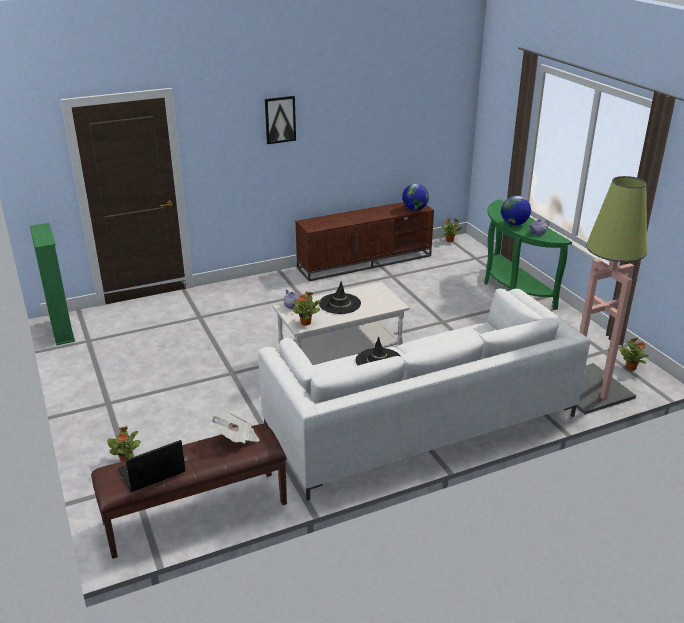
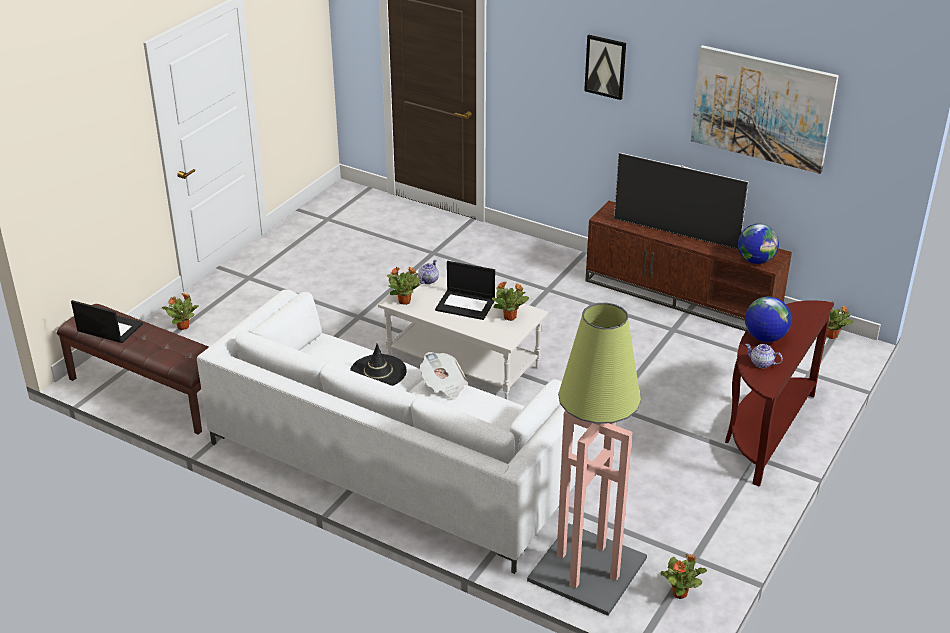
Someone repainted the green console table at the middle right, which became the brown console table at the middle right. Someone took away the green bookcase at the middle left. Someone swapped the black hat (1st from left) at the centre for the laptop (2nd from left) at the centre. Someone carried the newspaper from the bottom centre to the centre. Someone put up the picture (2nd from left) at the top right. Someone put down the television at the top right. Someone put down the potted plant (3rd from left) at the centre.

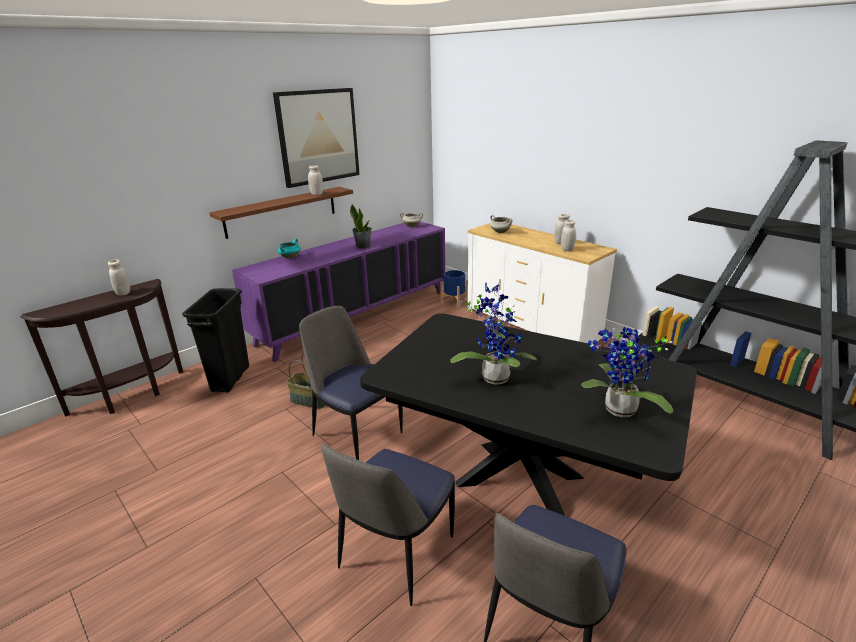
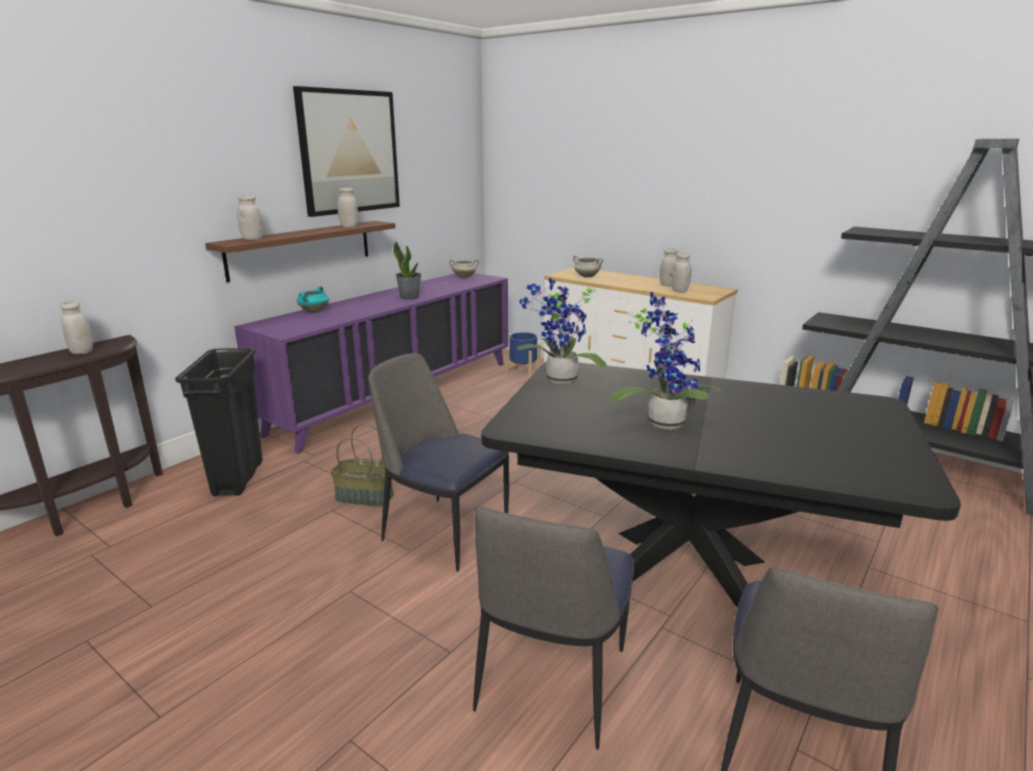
Someone carried the potted plant (3rd from left in the first image) from the middle right to the centre. Someone put down the white jar (2nd from left) at the top left.

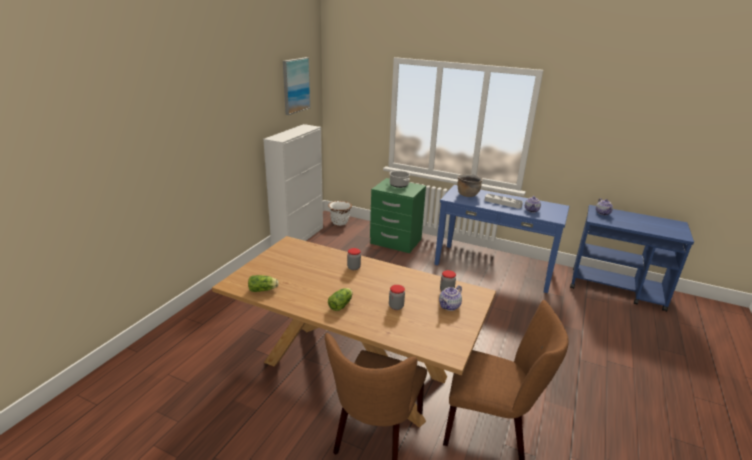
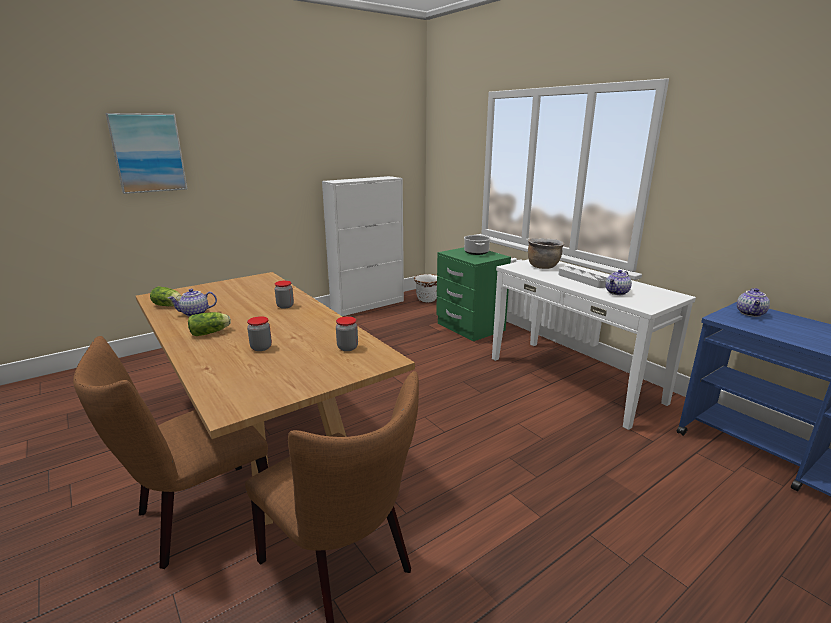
Someone carried the picture from the top centre to the top left. Someone repainted the blue console table at the centre, which became the white console table at the middle right. Someone carried the teapot (1st from left) from the centre to the middle left.

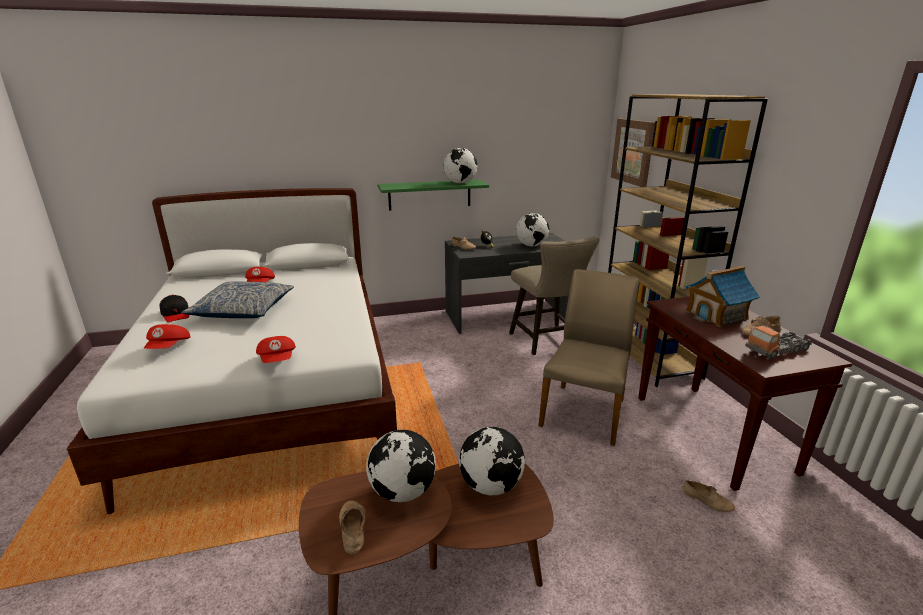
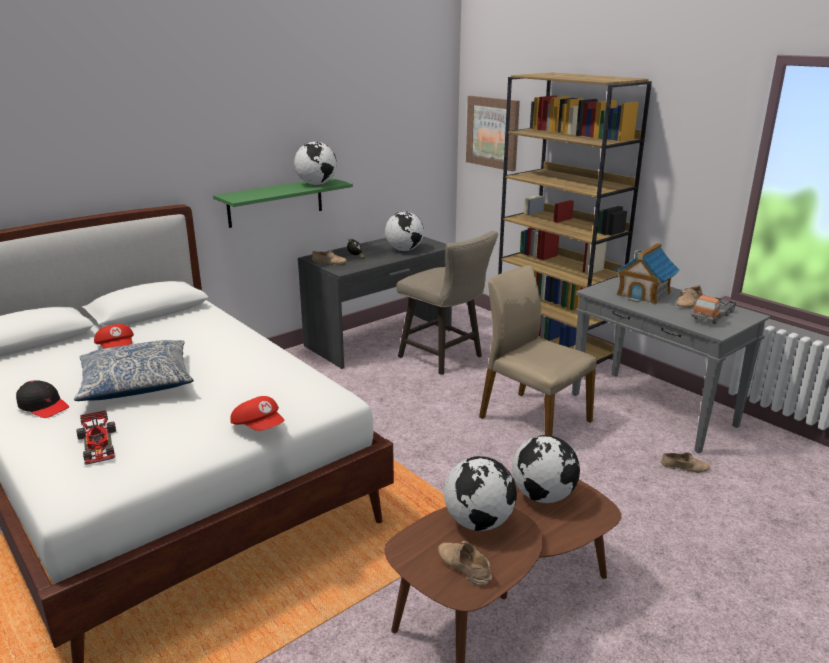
Someone rotated the beige chair at the centre by 45 degrees counterclockwise. Someone repainted the brown console table at the middle right, which became the grey console table at the middle right. Someone swapped the red cap (1st from left) at the middle left for the toy car at the middle left.

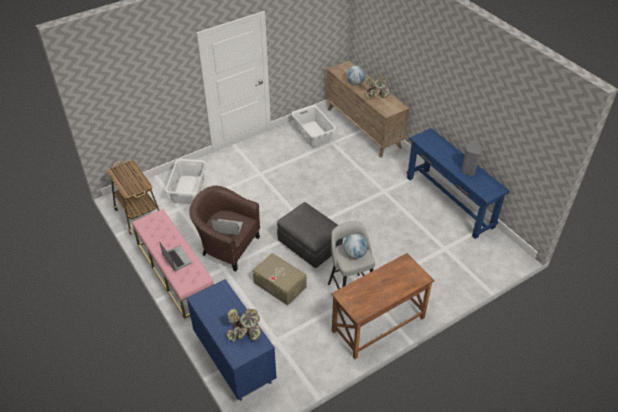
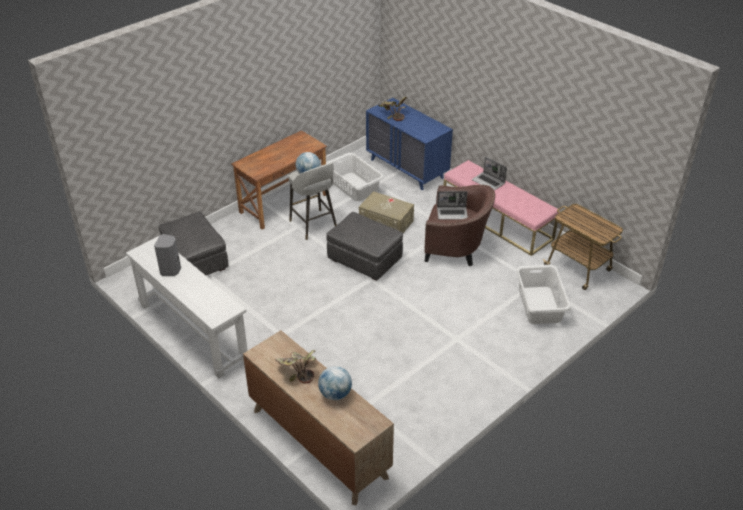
Someone carried the white laundry basket (2nd from left in the first image) from the top centre to the centre. Someone repainted the blue console table at the middle right, which became the white console table at the middle left. Someone put down the grey ottoman (1st from left) at the middle left.

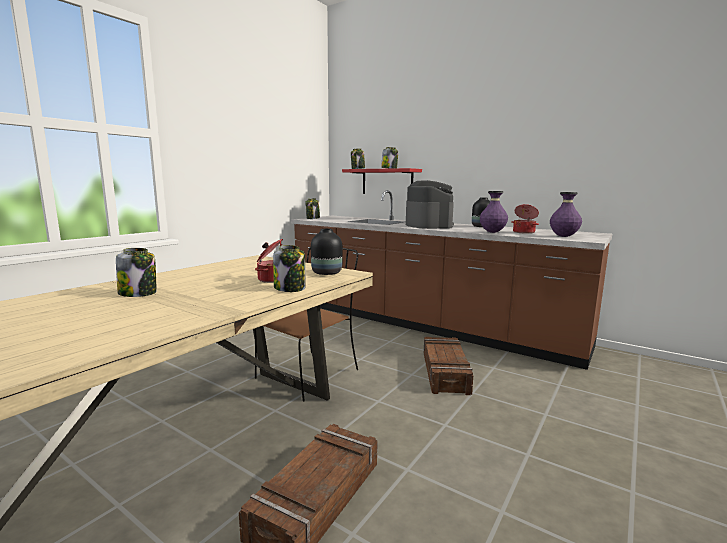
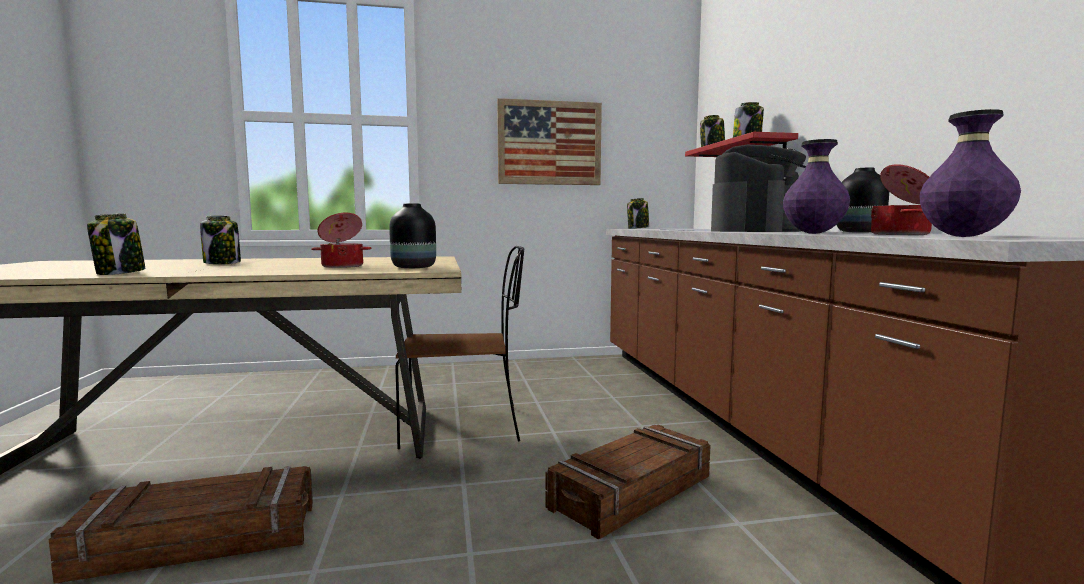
Someone carried the jar (2nd from left in the first image) from the centre to the middle left. Someone put up the picture at the top centre.

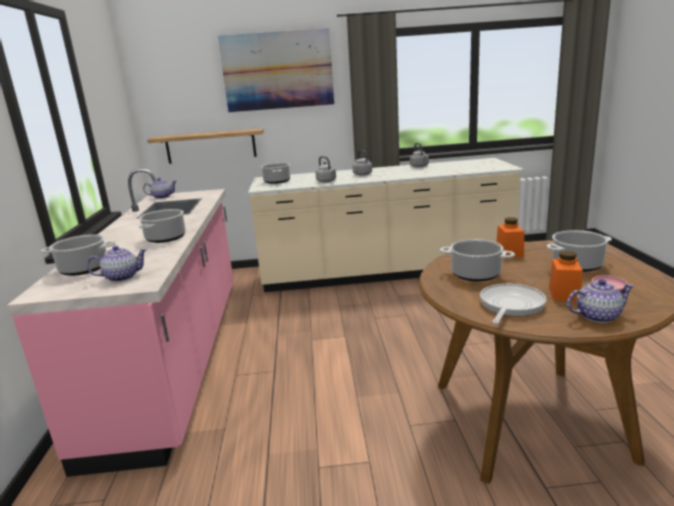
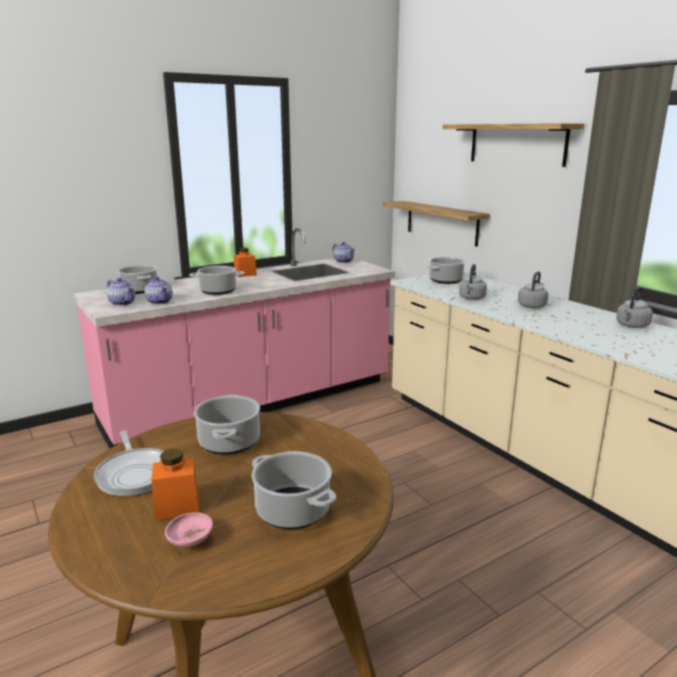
Someone swapped the picture at the top centre for the shelf (2nd from left) at the top right. Someone carried the orange jar (1st from left in the first image) from the middle right to the centre. Someone carried the teapot (3rd from left in the first image) from the middle right to the middle left. Someone rotated the frying pan at the middle right by 60 degrees clockwise.

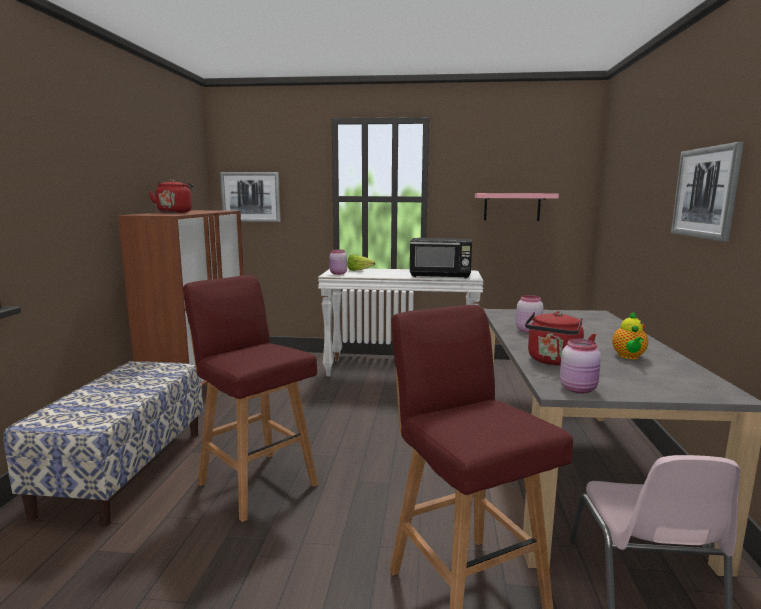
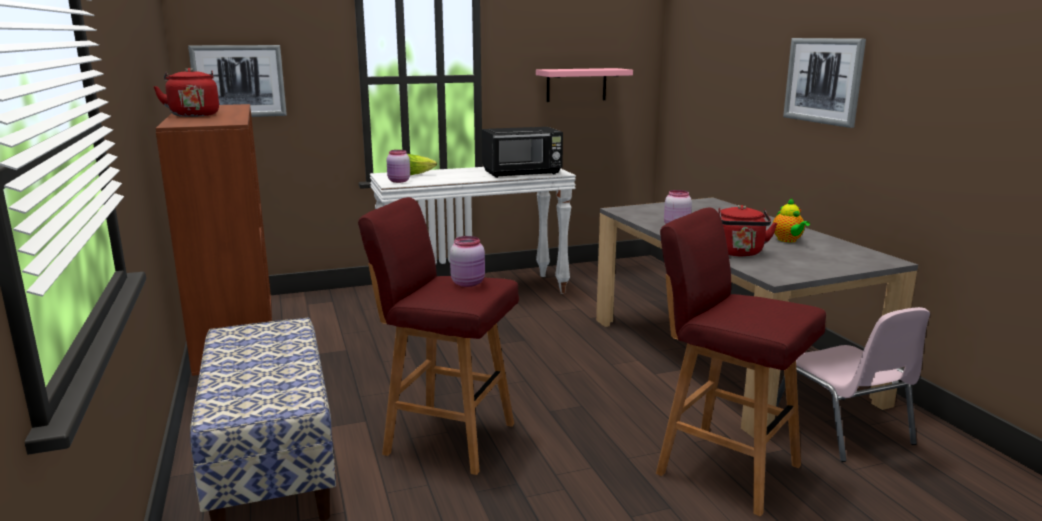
Someone carried the pink jar (3rd from left in the first image) from the middle right to the centre.

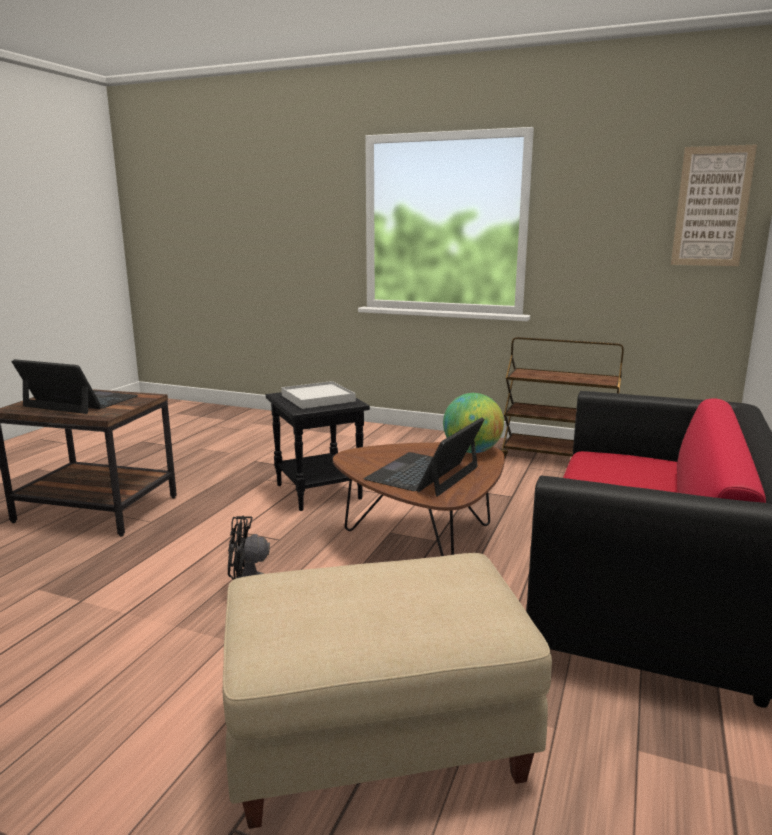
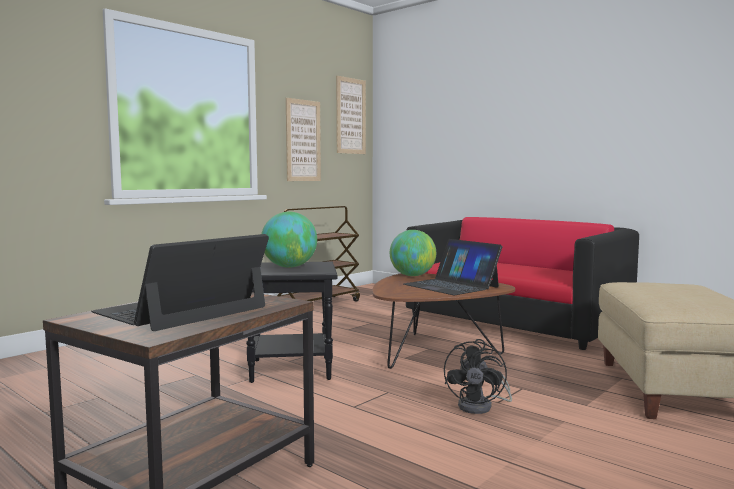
Someone swapped the white tray at the centre for the globe (1st from left) at the centre. Someone put up the picture (1st from left) at the top centre.

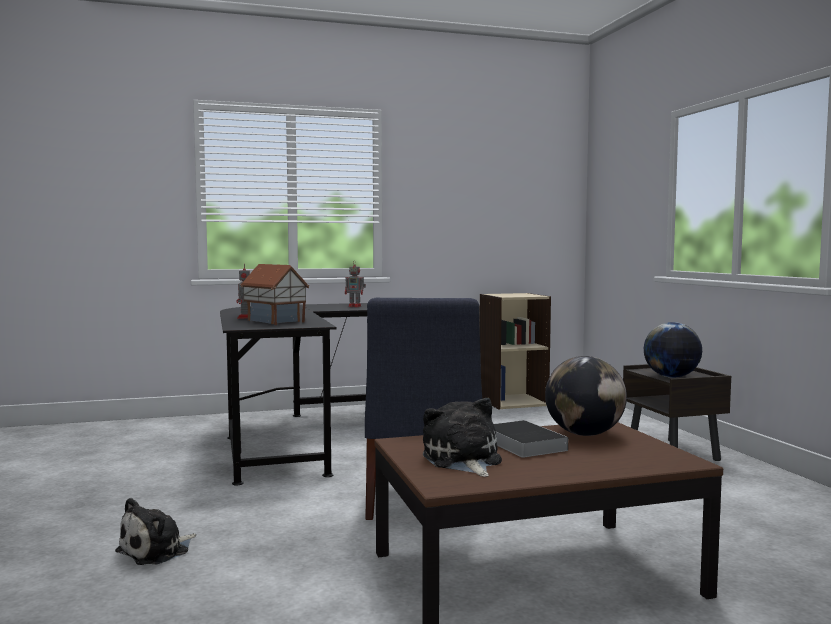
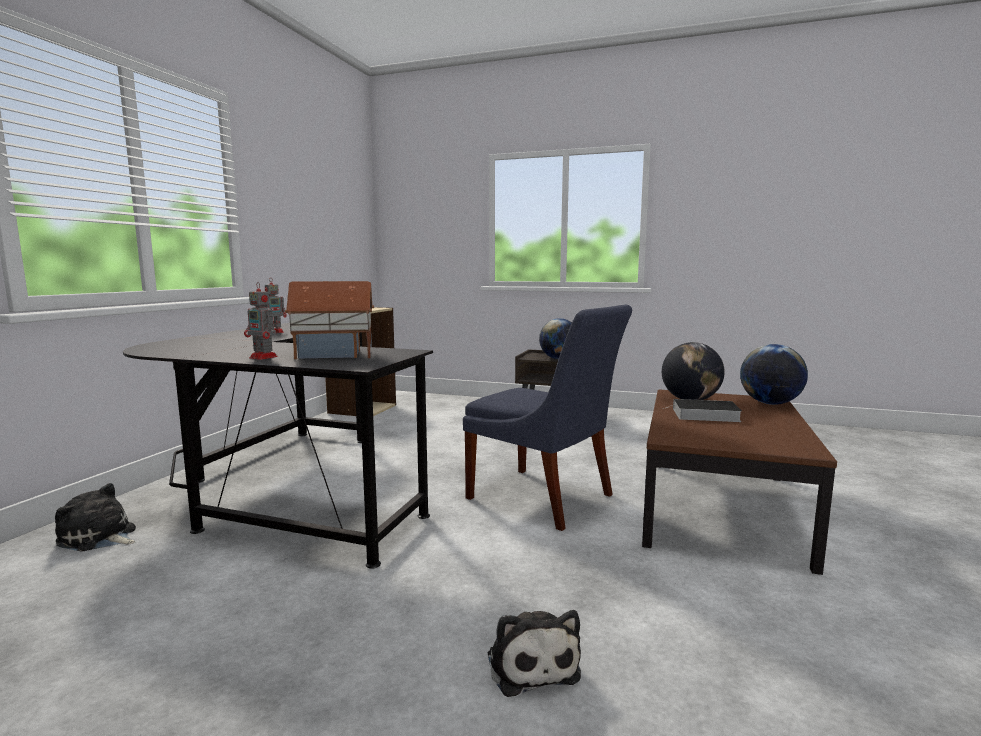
Someone carried the plush toy (2nd from left in the first image) from the bottom centre to the bottom left. Someone put down the globe (3rd from left) at the middle right.

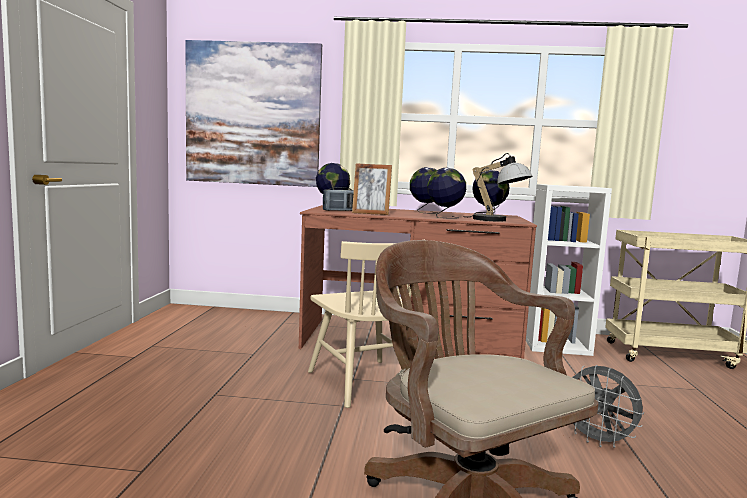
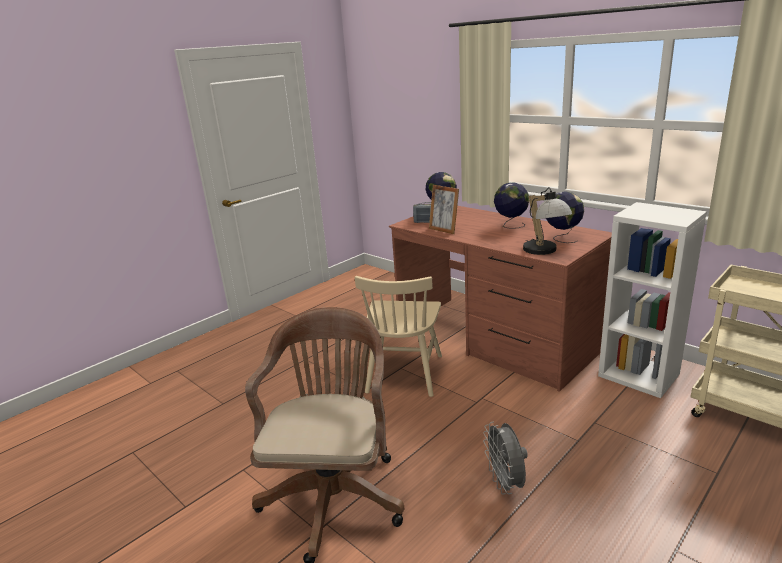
Someone took away the picture at the top centre. Someone took away the globe (3rd from left) at the centre.

